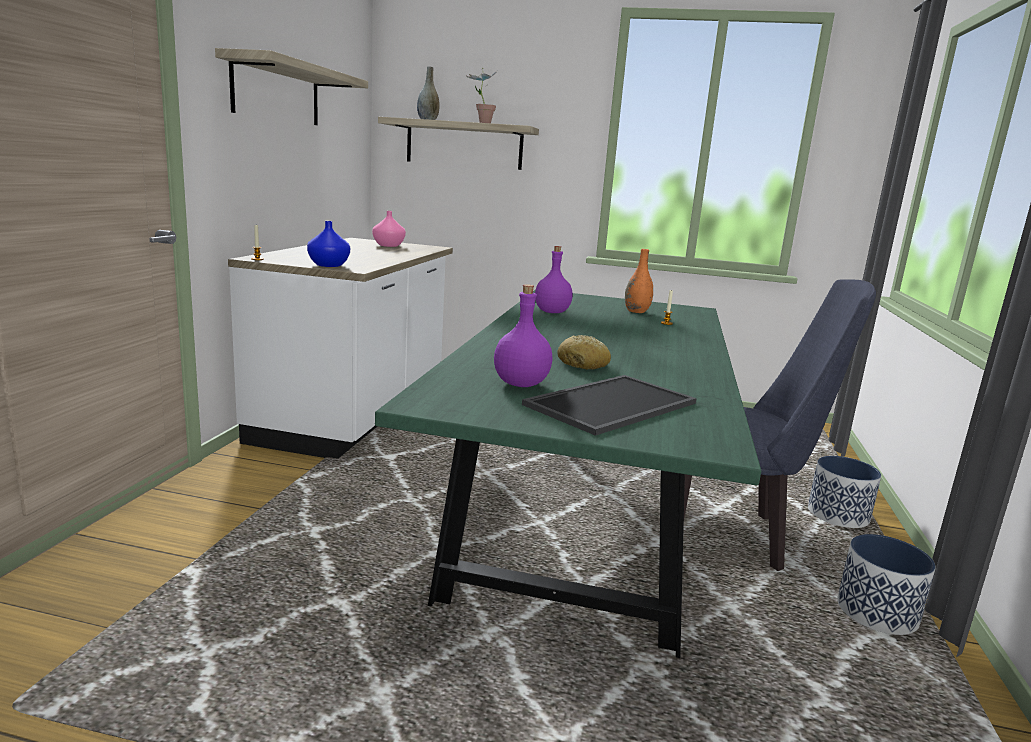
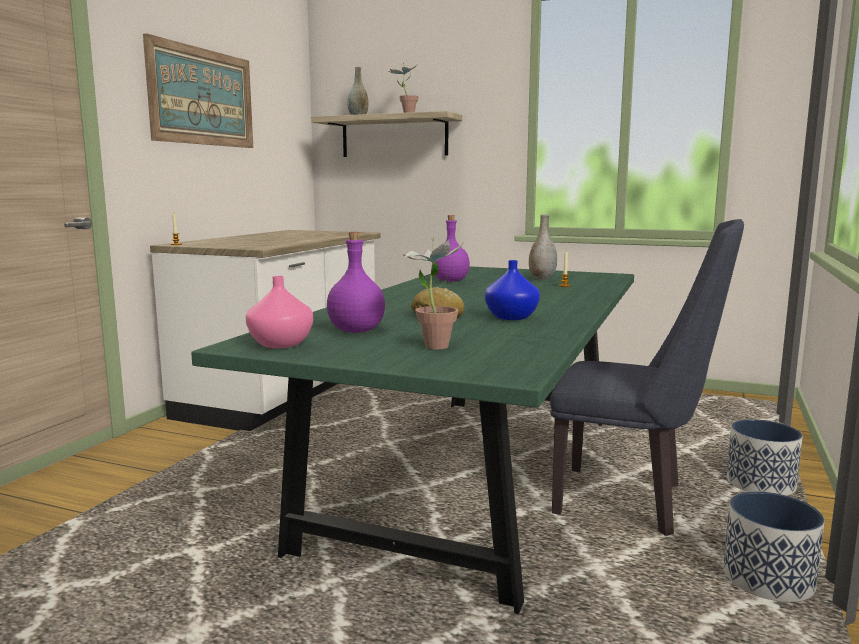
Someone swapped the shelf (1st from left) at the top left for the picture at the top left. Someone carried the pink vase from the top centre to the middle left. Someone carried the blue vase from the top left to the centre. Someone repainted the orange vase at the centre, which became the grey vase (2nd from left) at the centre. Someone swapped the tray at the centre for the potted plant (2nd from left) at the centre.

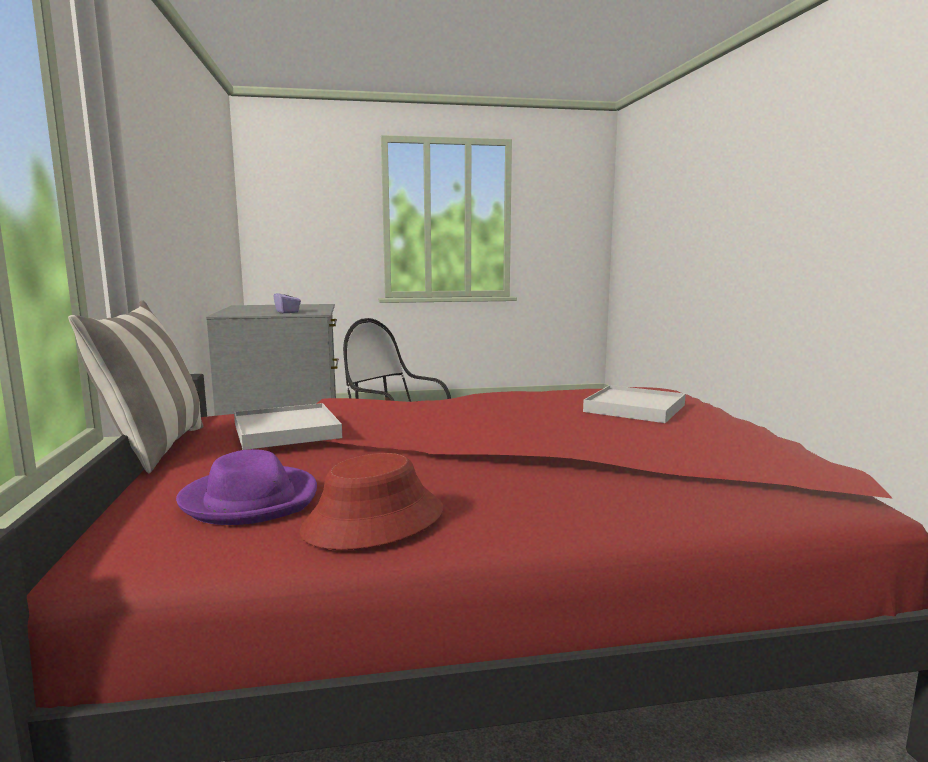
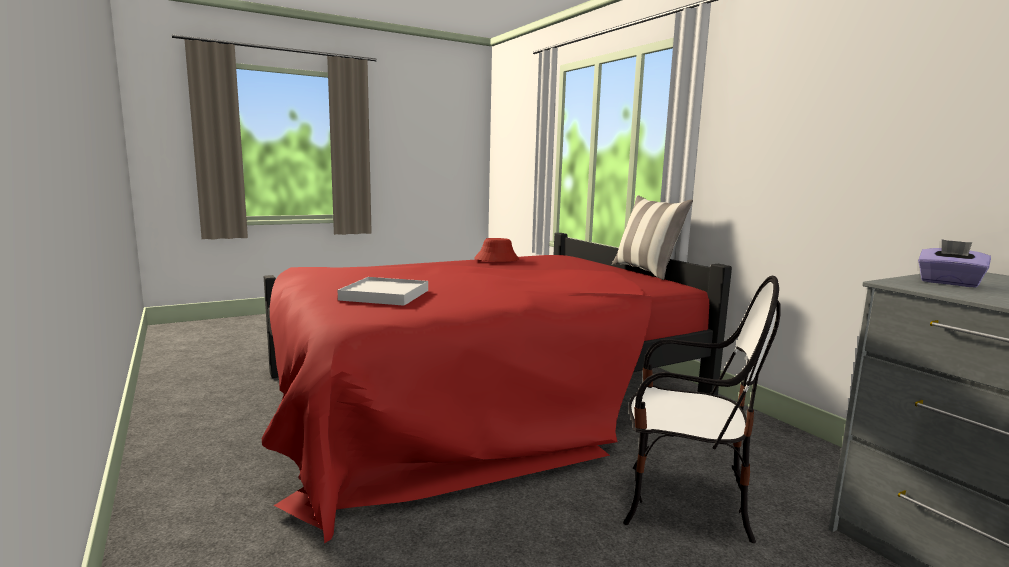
Someone took away the white tray (1st from left) at the middle left. Someone took away the purple hat at the middle left.

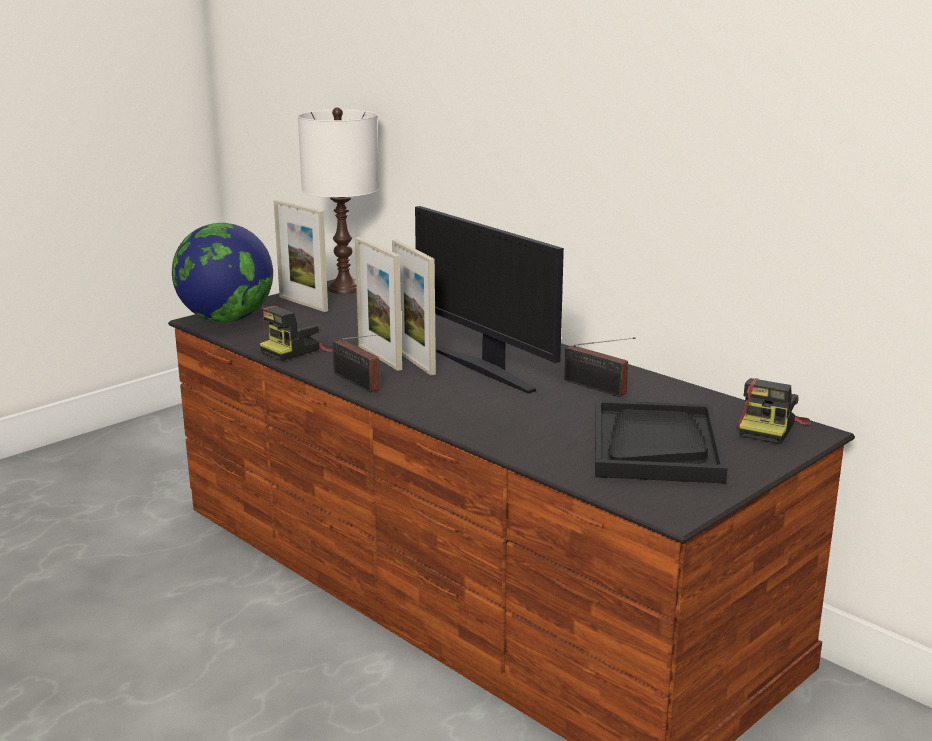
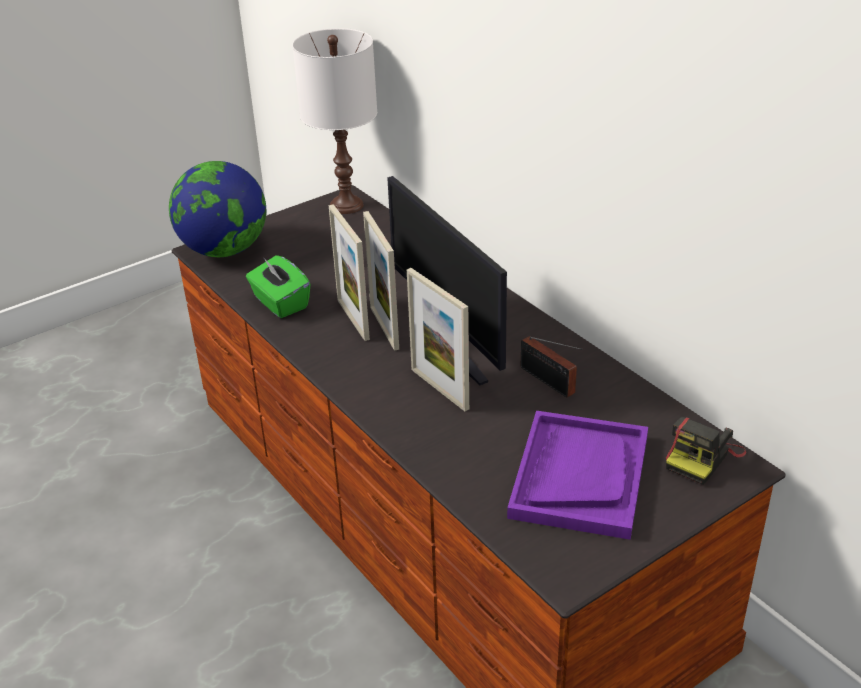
Someone carried the picture frame (1st from left in the first image) from the middle left to the centre. Someone swapped the photo camera (1st from left) at the middle left for the green tissue box at the middle left. Someone took away the radio (1st from left) at the centre. Someone repainted the black tray at the middle right, which became the purple tray at the bottom right.

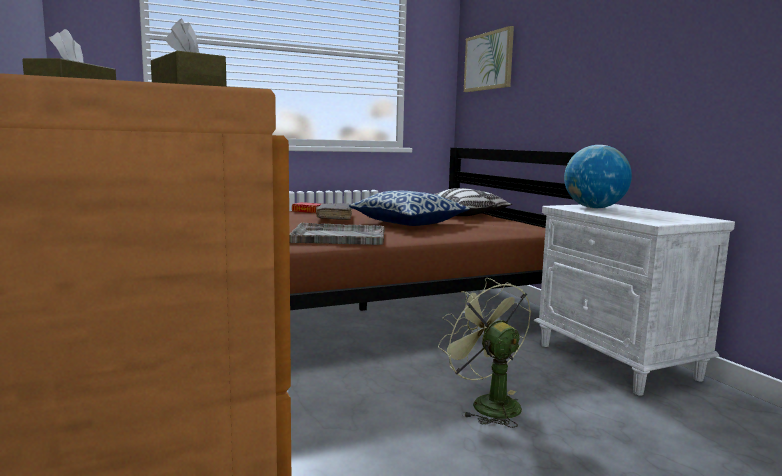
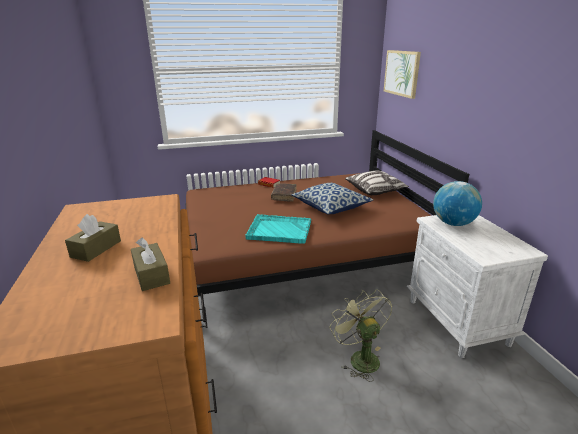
Someone repainted the grey tray at the centre, which became the turquoise tray at the centre.

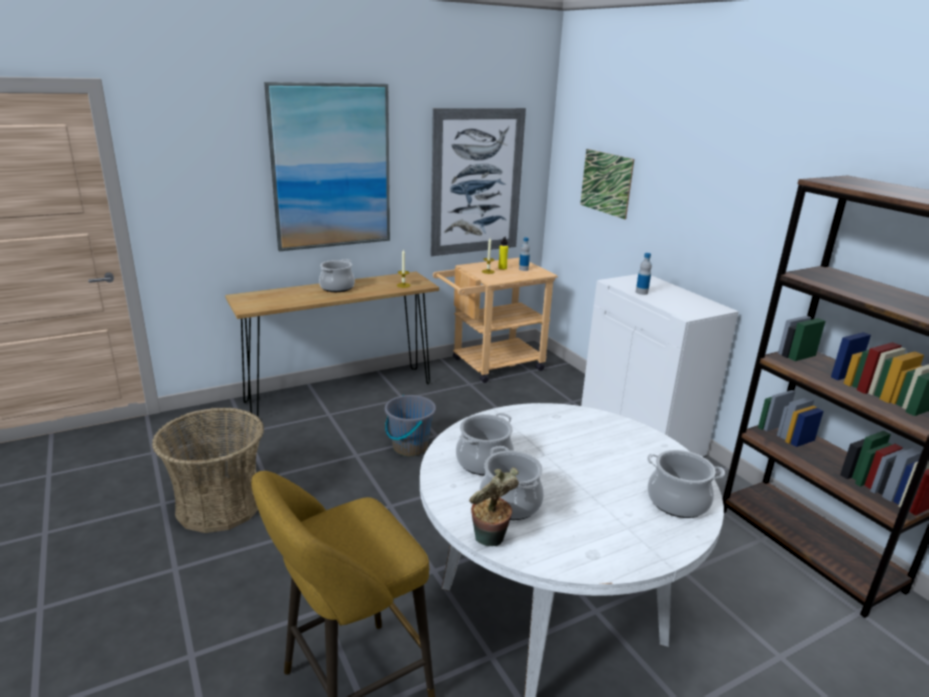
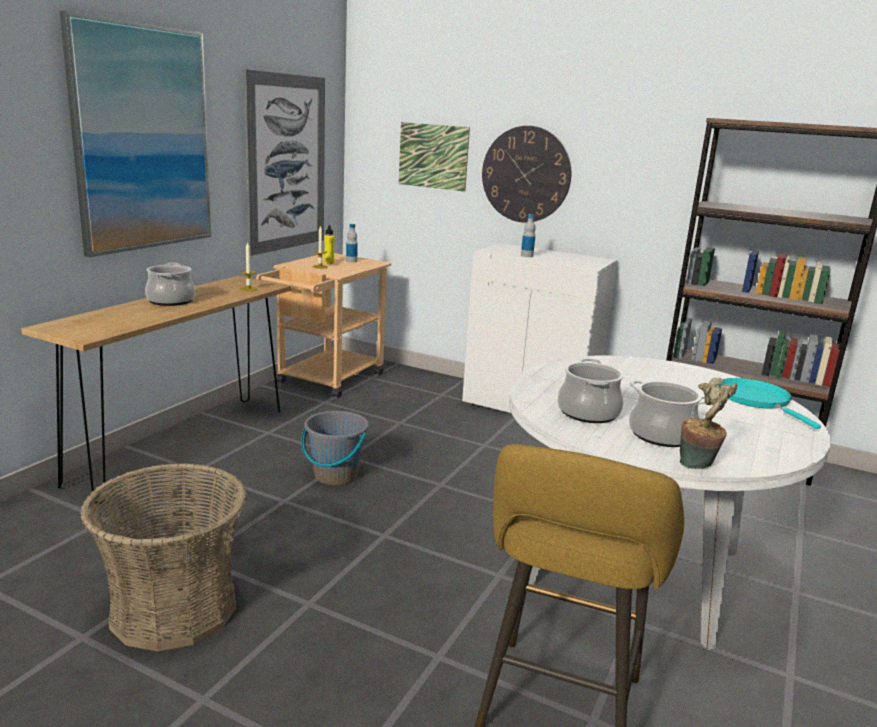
Someone swapped the cooking pot (4th from left) at the bottom right for the turquoise frying pan at the middle right. Someone put up the wall clock at the top centre.

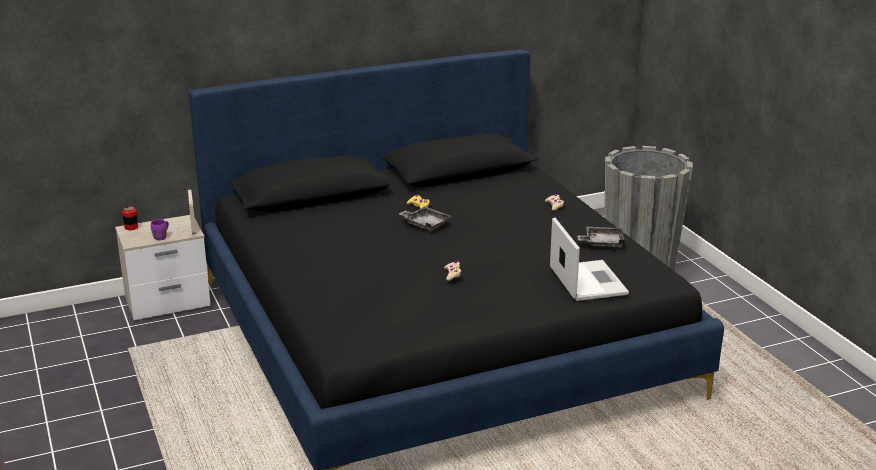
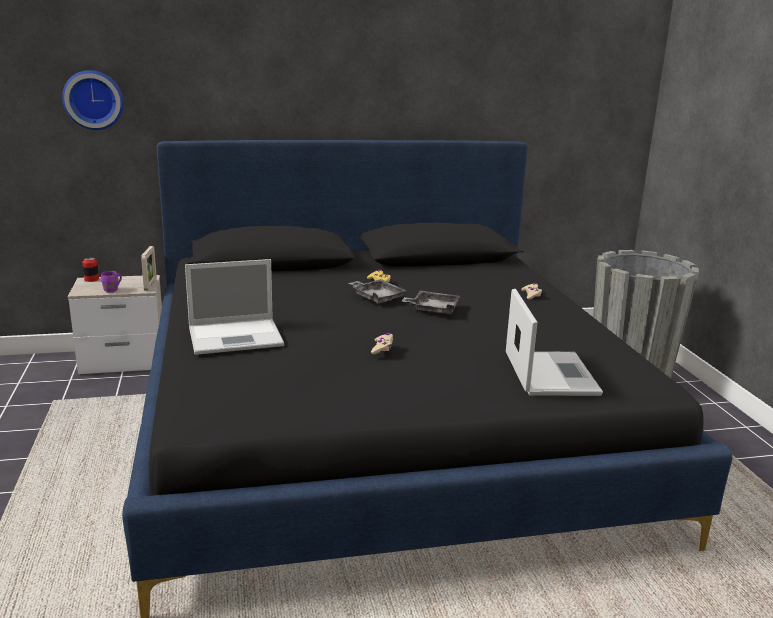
Someone carried the grey tray (2nd from left) from the middle right to the centre. Someone put up the wall clock at the top left. Someone put down the laptop (1st from left) at the middle left.

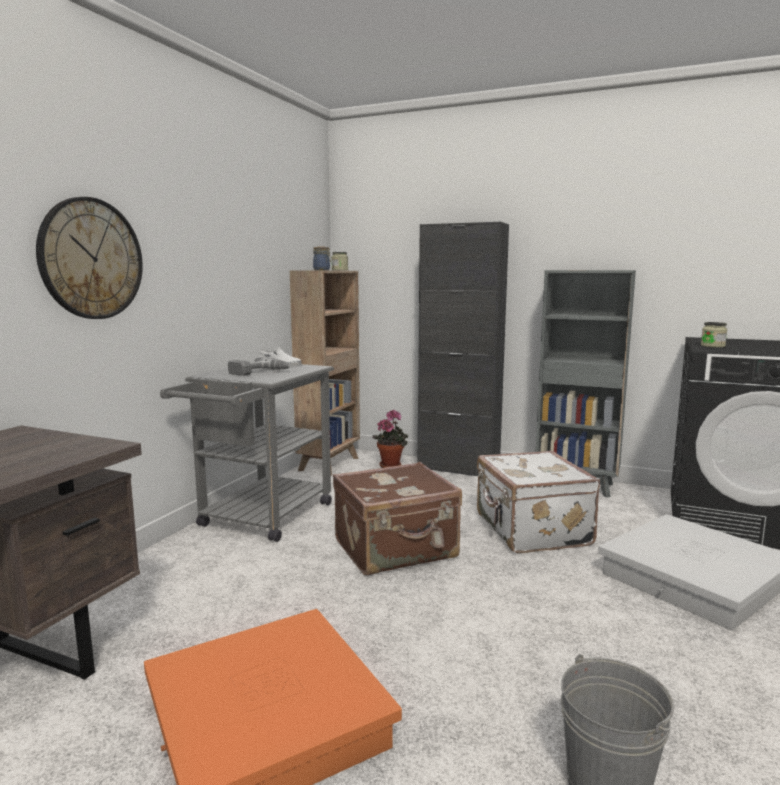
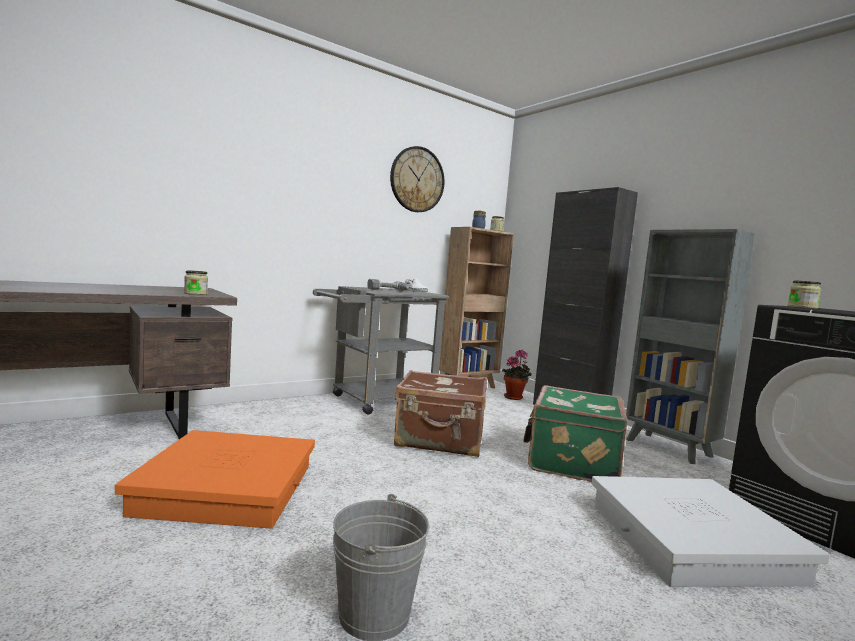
Someone carried the wall clock from the top left to the top centre. Someone repainted the white suitcase at the middle right, which became the green suitcase at the bottom right. Someone put down the jar (1st from left) at the middle left.

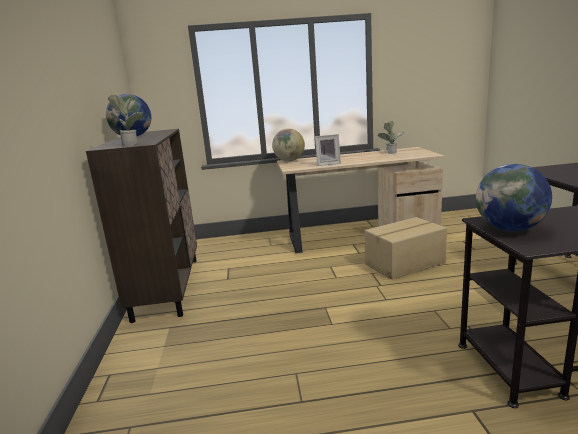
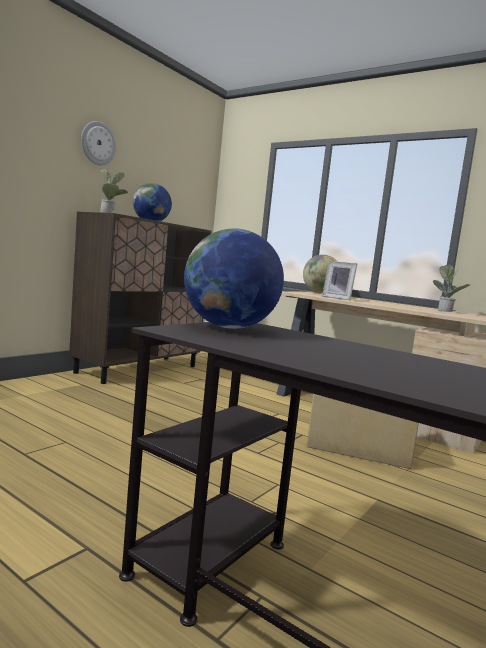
Someone put up the wall clock at the top left.

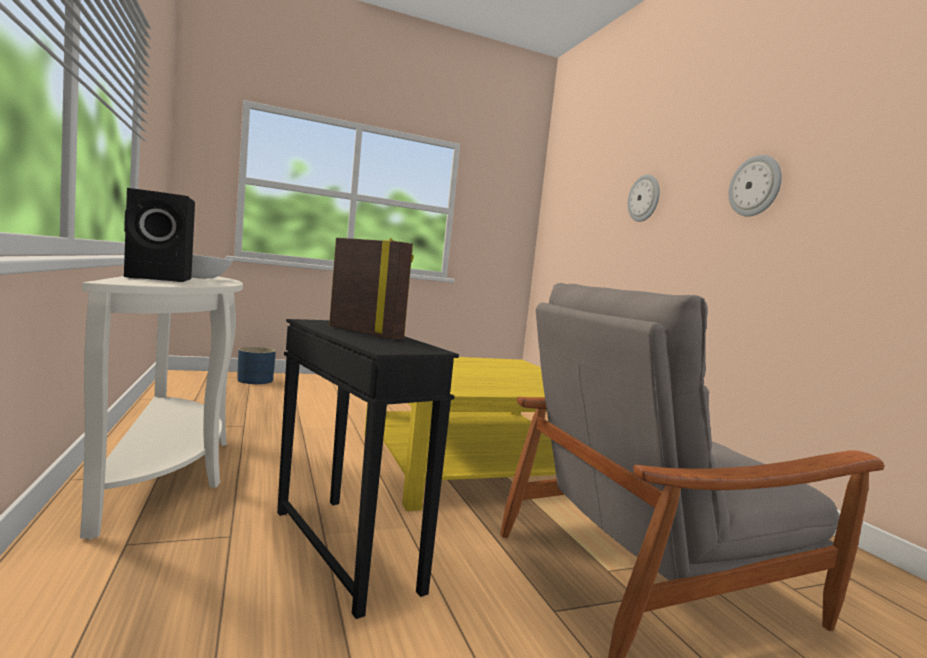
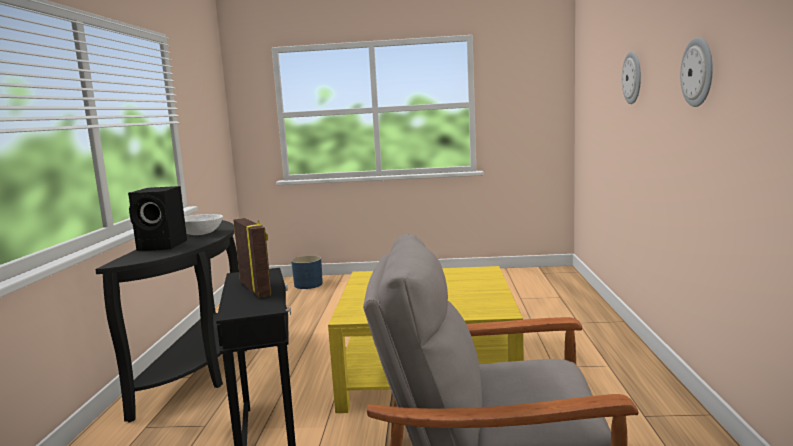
Someone repainted the white console table at the middle left, which became the black console table at the bottom left.

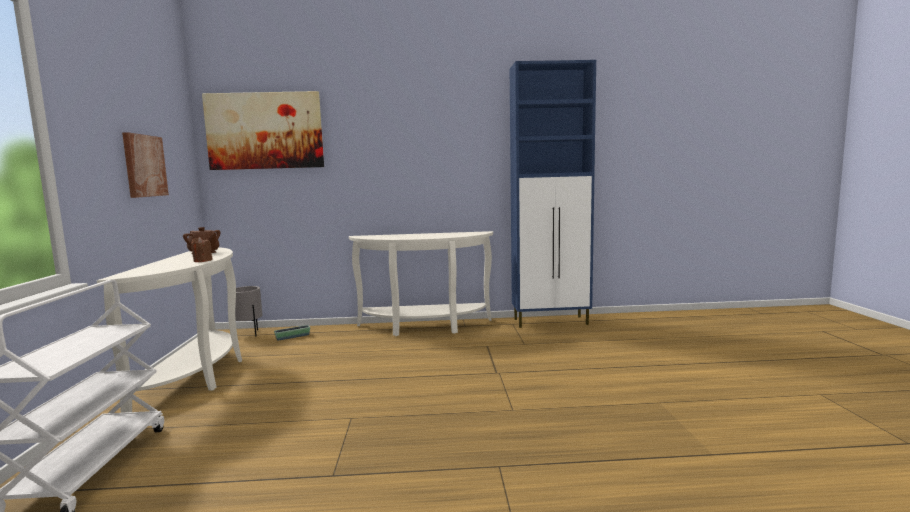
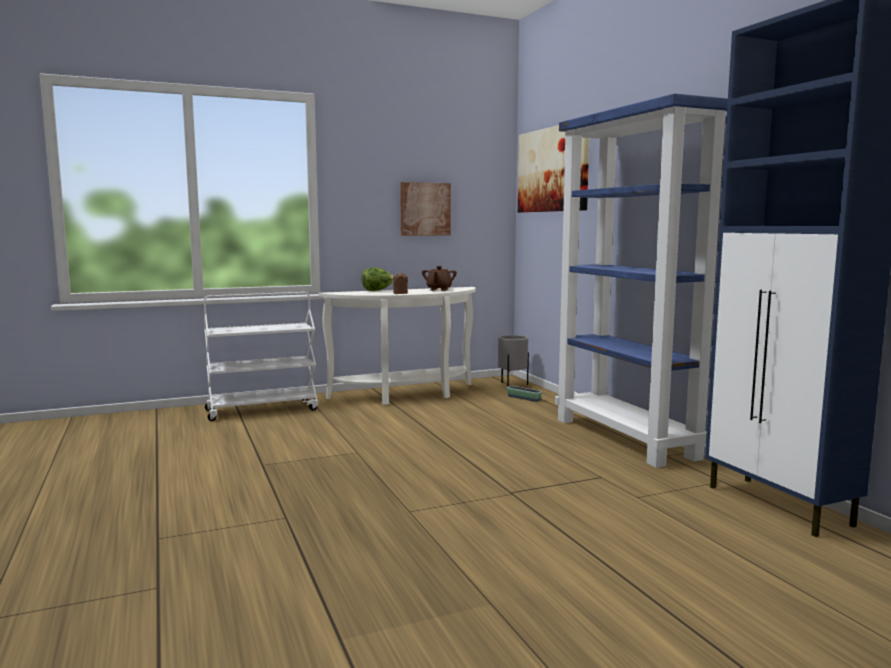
Someone swapped the white console table (2nd from left) at the centre for the blue bookcase at the middle right. Someone put down the lettuce at the centre.

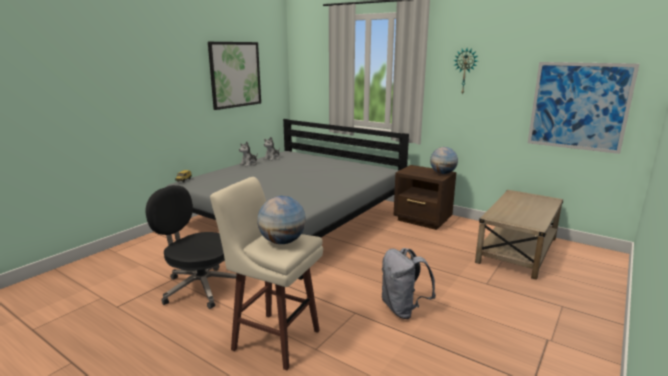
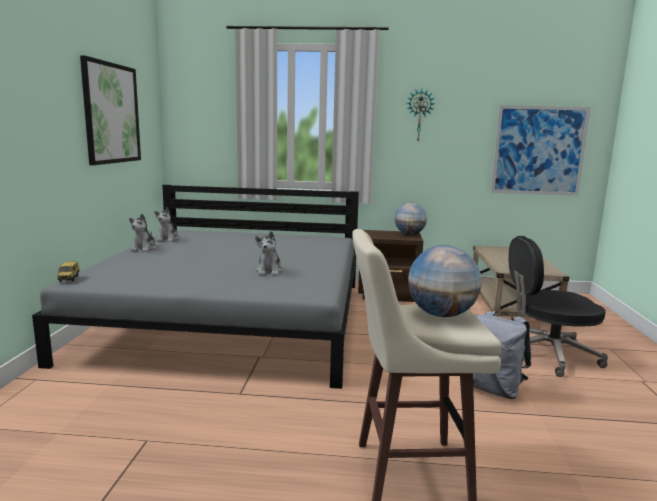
Someone carried the black office chair from the middle left to the middle right. Someone put down the plush toy (3rd from left) at the centre.

